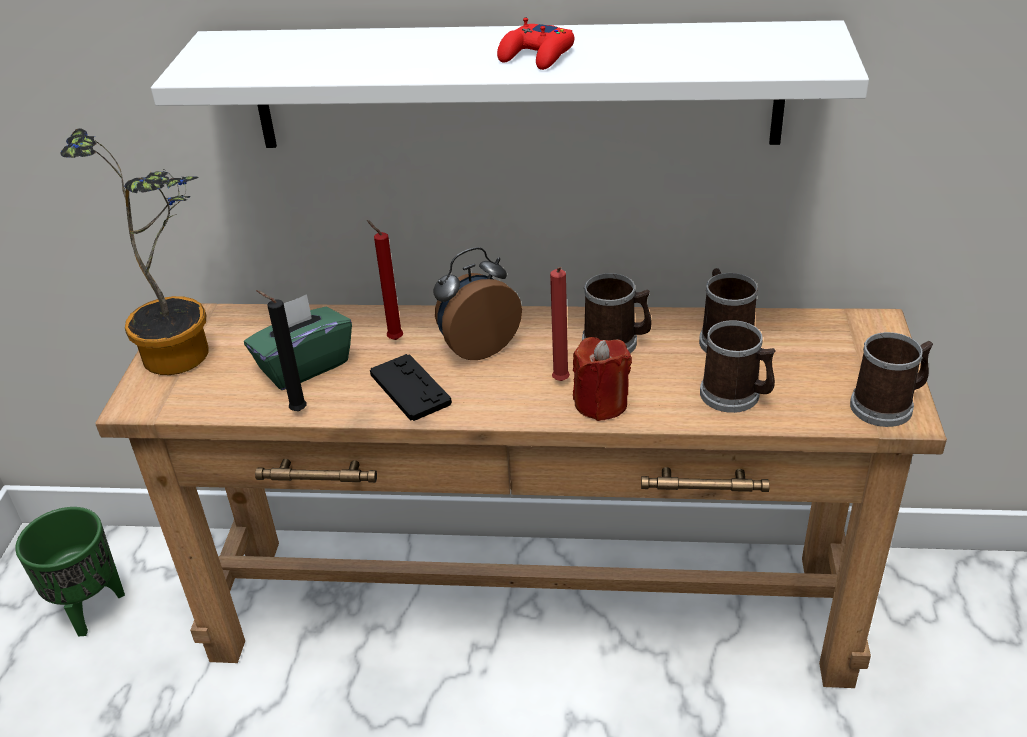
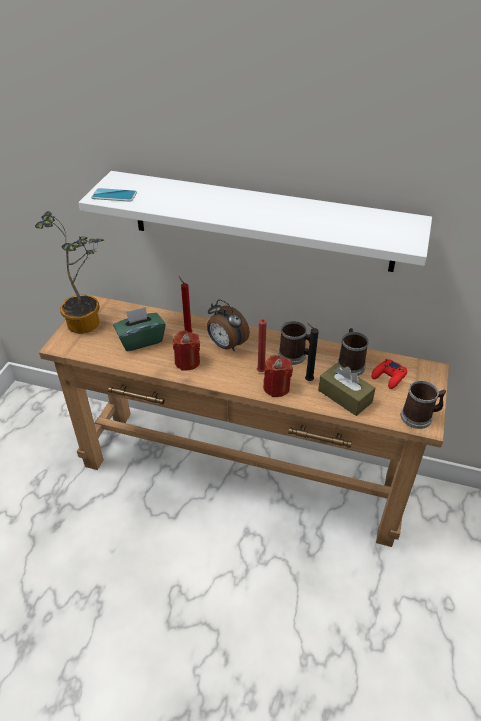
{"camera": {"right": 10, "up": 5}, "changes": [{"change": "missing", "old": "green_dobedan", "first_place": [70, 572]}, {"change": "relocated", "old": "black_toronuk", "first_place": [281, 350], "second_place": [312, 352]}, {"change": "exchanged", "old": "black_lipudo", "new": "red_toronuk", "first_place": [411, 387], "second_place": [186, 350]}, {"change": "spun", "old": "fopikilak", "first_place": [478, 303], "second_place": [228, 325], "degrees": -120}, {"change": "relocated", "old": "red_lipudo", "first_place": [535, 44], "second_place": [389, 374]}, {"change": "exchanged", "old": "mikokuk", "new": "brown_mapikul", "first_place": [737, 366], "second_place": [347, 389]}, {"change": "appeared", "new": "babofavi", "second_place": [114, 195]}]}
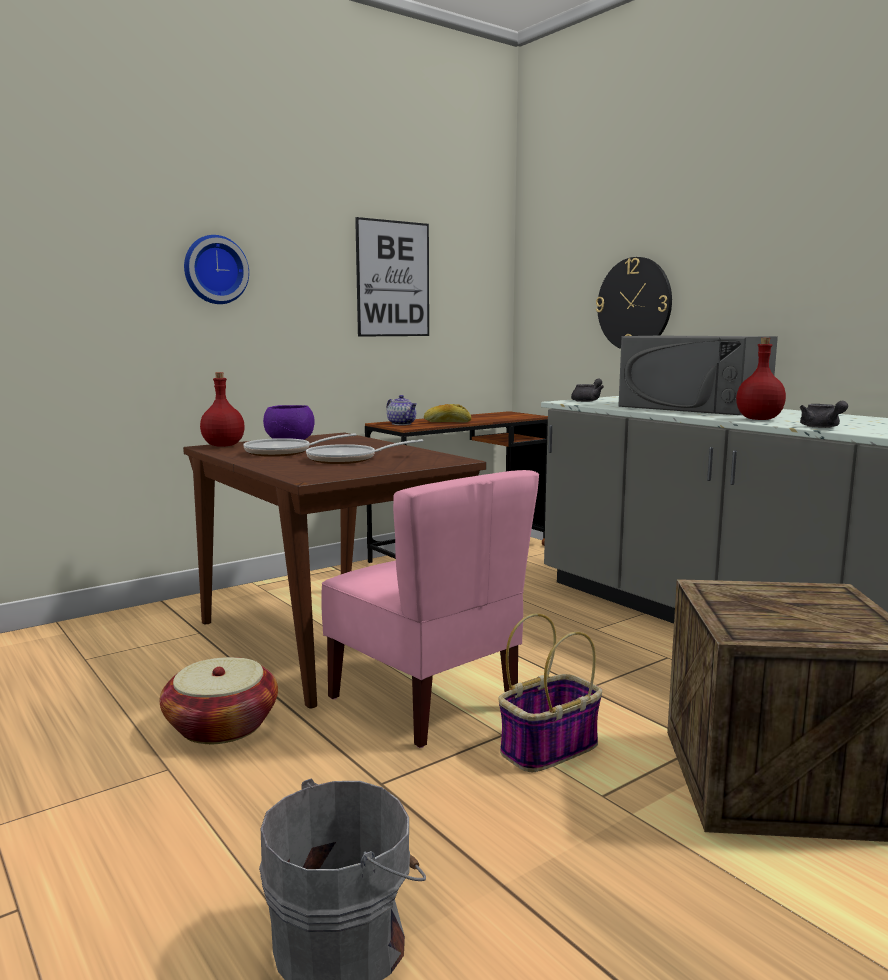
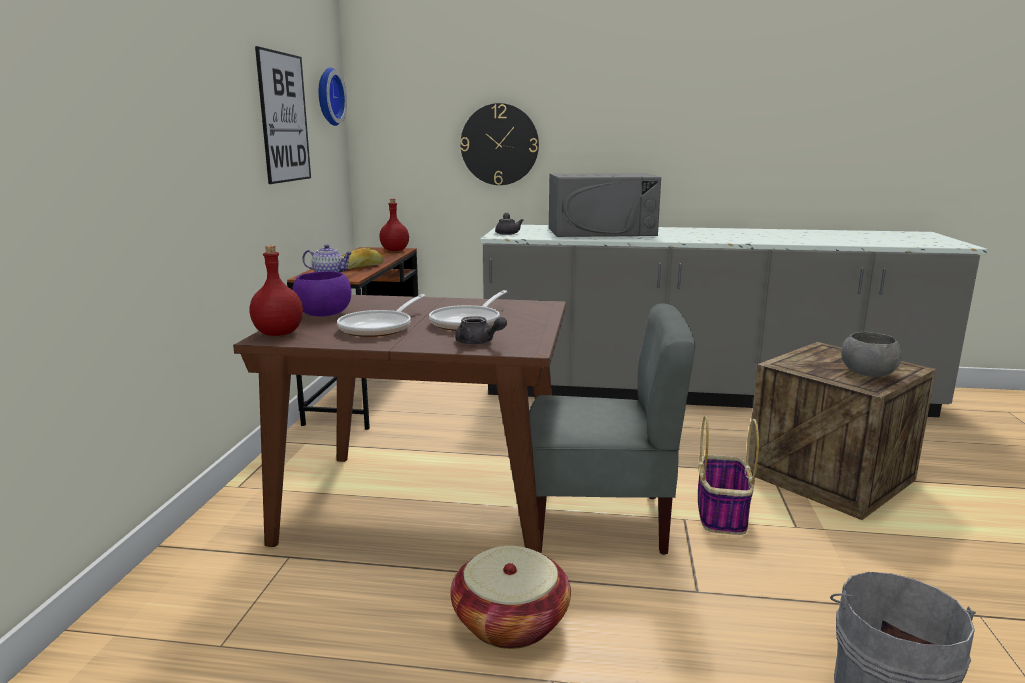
{"camera": {"right": -45, "up": 5}, "changes": [{"change": "relocated", "old": "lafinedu", "first_place": [216, 269], "second_place": [333, 96]}, {"change": "colour", "old": "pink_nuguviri", "new": "grey_nuguviri", "first_place": [430, 609], "second_place": [612, 429]}, {"change": "relocated", "old": "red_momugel", "first_place": [761, 379], "second_place": [394, 225]}, {"change": "relocated", "old": "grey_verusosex", "first_place": [824, 414], "second_place": [481, 330]}, {"change": "appeared", "new": "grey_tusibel", "second_place": [871, 354]}]}
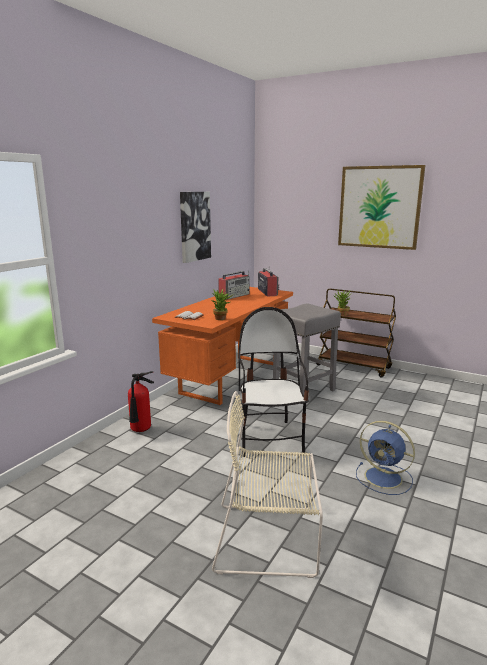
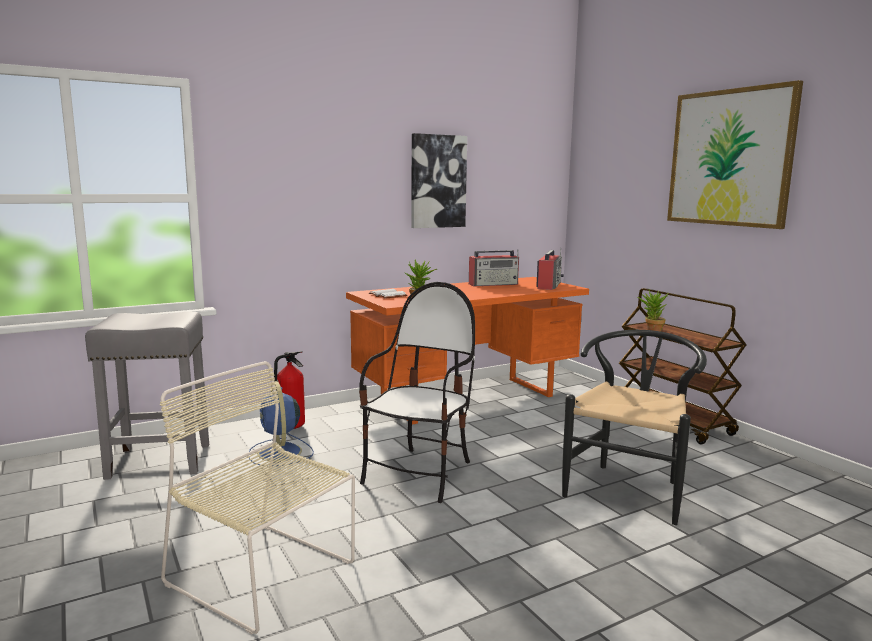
{"camera": {"right": 30, "up": -5}, "changes": [{"change": "relocated", "old": "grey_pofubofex", "first_place": [307, 354], "second_place": [147, 396]}, {"change": "relocated", "old": "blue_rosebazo", "first_place": [385, 458], "second_place": [281, 423]}, {"change": "appeared", "new": "black_nuguviri", "second_place": [634, 427]}]}
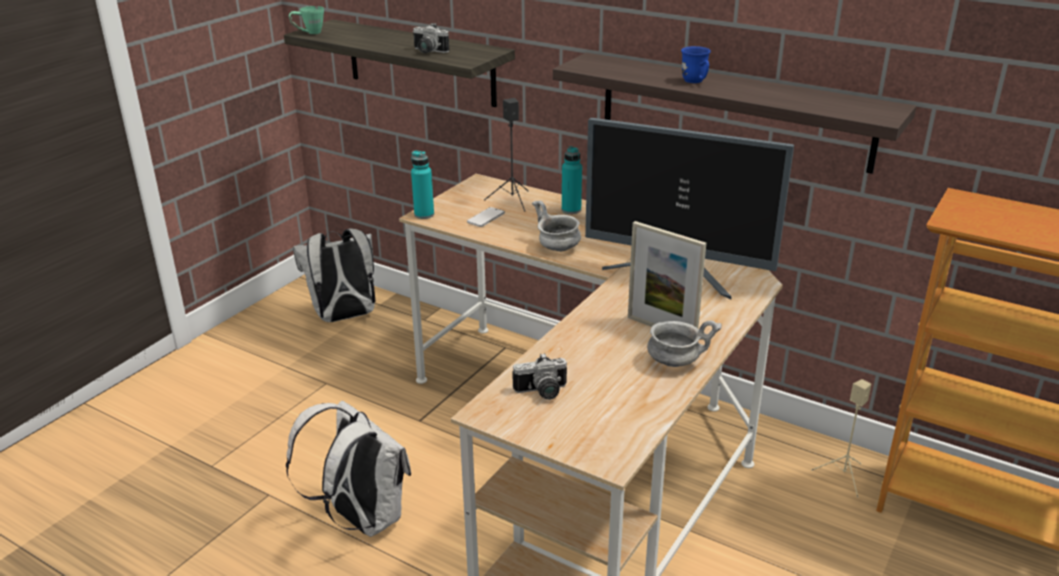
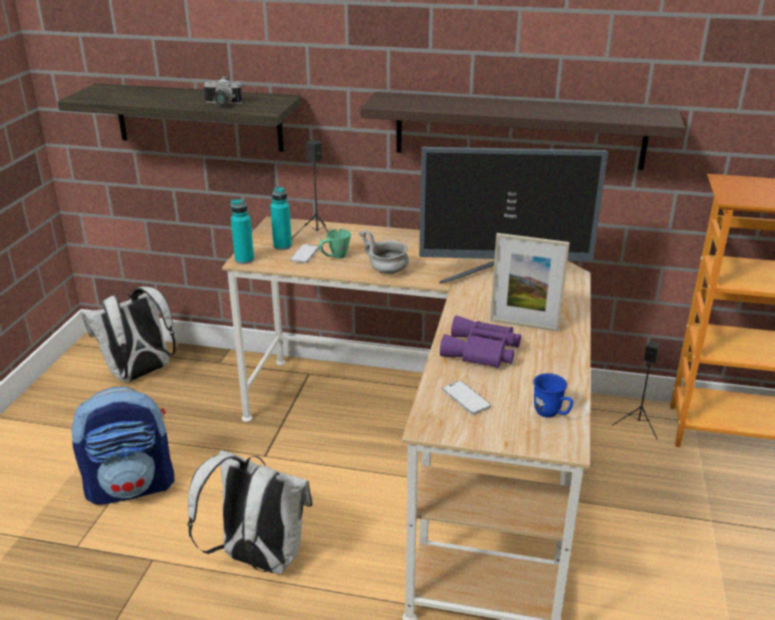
{"camera": {"right": -20, "up": 0}, "changes": [{"change": "relocated", "old": "green_mikokuk", "first_place": [306, 20], "second_place": [335, 244]}, {"change": "exchanged", "old": "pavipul", "new": "babofavi", "first_place": [539, 376], "second_place": [467, 397]}, {"change": "relocated", "old": "turquoise_momugel", "first_place": [572, 180], "second_place": [281, 218]}, {"change": "missing", "old": "grey_tusibel", "first_place": [684, 343]}, {"change": "relocated", "old": "blue_mikokuk", "first_place": [696, 64], "second_place": [553, 395]}, {"change": "colour", "old": "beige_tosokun", "new": "black_tosokun", "first_place": [841, 438], "second_place": [635, 390]}, {"change": "appeared", "new": "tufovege", "second_place": [122, 446]}, {"change": "appeared", "new": "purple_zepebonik", "second_place": [480, 342]}]}
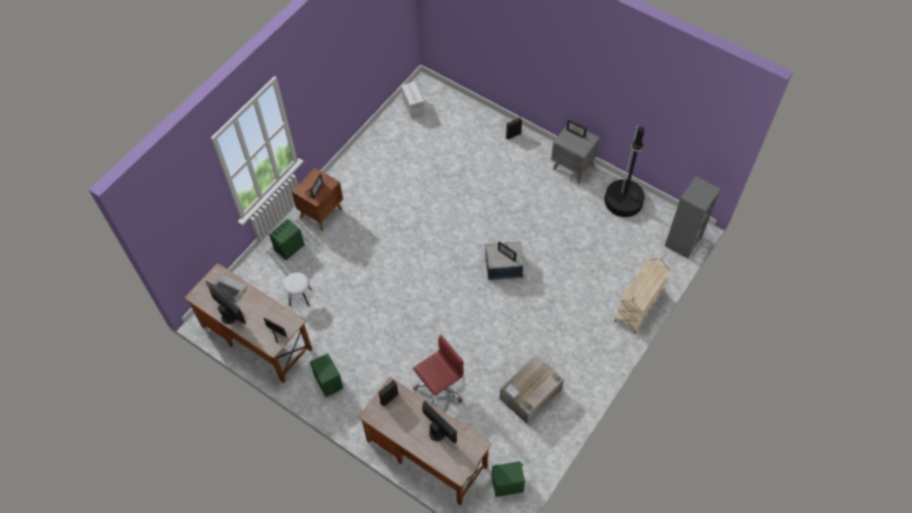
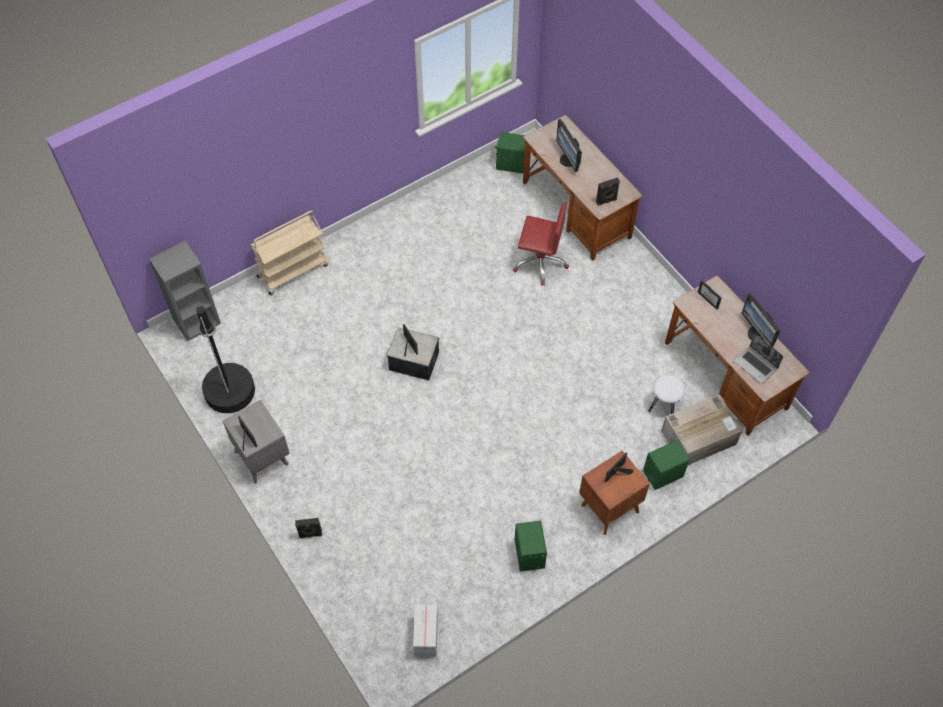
{"camera": {"right": -160, "up": 0}, "changes": [{"change": "relocated", "old": "green_tosokun", "first_place": [326, 375], "second_place": [531, 546]}, {"change": "spun", "old": "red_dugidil", "first_place": [438, 370], "second_place": [541, 244], "degrees": -150}, {"change": "relocated", "old": "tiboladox", "first_place": [532, 389], "second_place": [702, 429]}]}
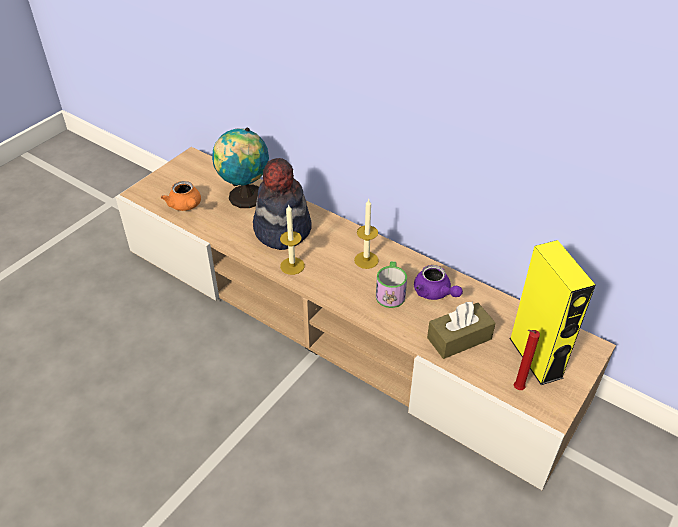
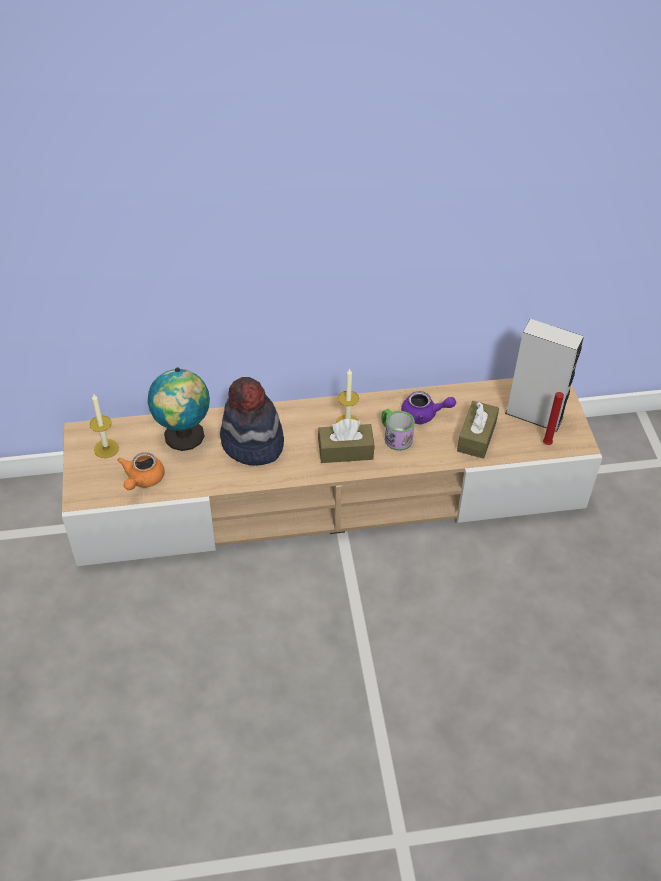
{"camera": {"right": -45, "up": 5}, "changes": [{"change": "spun", "old": "orange_verusosex", "first_place": [181, 196], "second_place": [141, 471], "degrees": 90}, {"change": "relocated", "old": "toronuk", "first_place": [292, 239], "second_place": [104, 426]}, {"change": "colour", "old": "yellow_tosokun", "new": "grey_tosokun", "first_place": [552, 312], "second_place": [544, 375]}, {"change": "appeared", "new": "brown_mapikul", "second_place": [346, 441]}]}
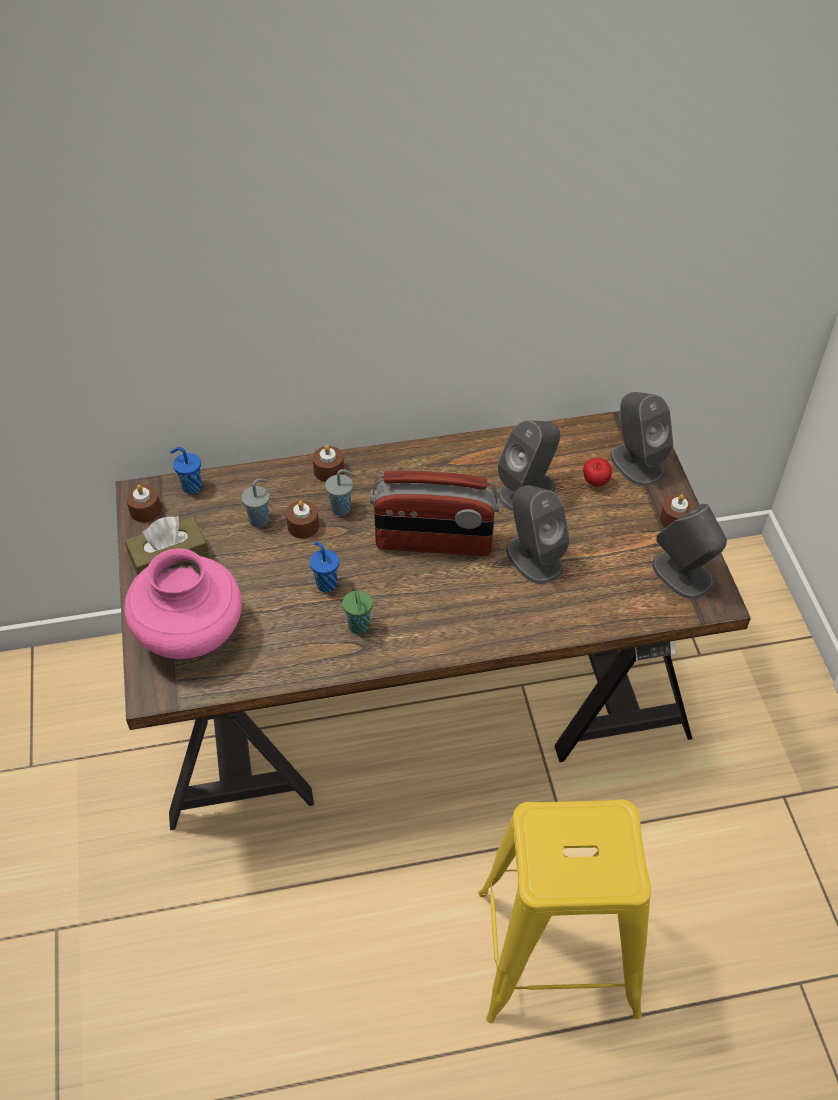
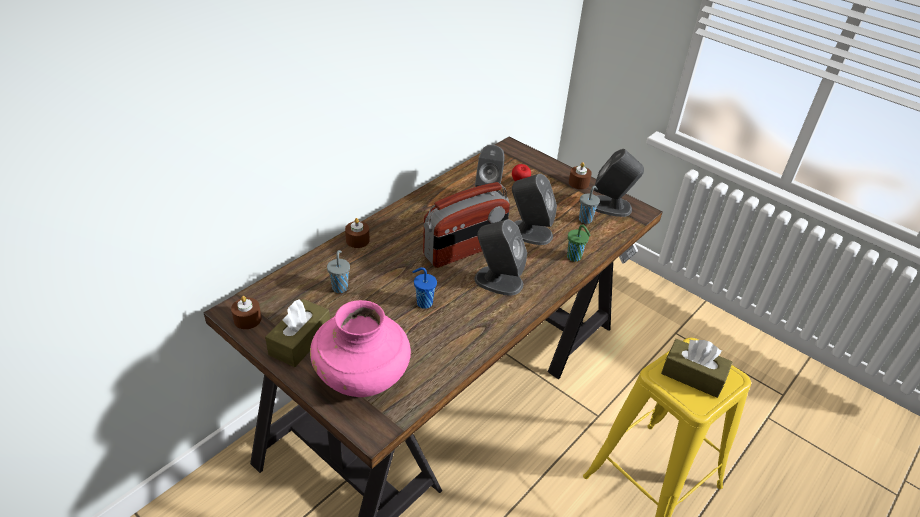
{"camera": {"right": -40, "up": -10}, "changes": [{"change": "missing", "old": "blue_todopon", "first_place": [185, 470]}, {"change": "missing", "old": "brown_toronuk", "first_place": [302, 520]}, {"change": "relocated", "old": "grey_todopon", "first_place": [340, 492], "second_place": [589, 205]}, {"change": "relocated", "old": "green_todopon", "first_place": [357, 612], "second_place": [579, 243]}, {"change": "relocated", "old": "grey_tosokun", "first_place": [641, 439], "second_place": [500, 257]}, {"change": "appeared", "new": "brown_mapikul", "second_place": [696, 368]}]}
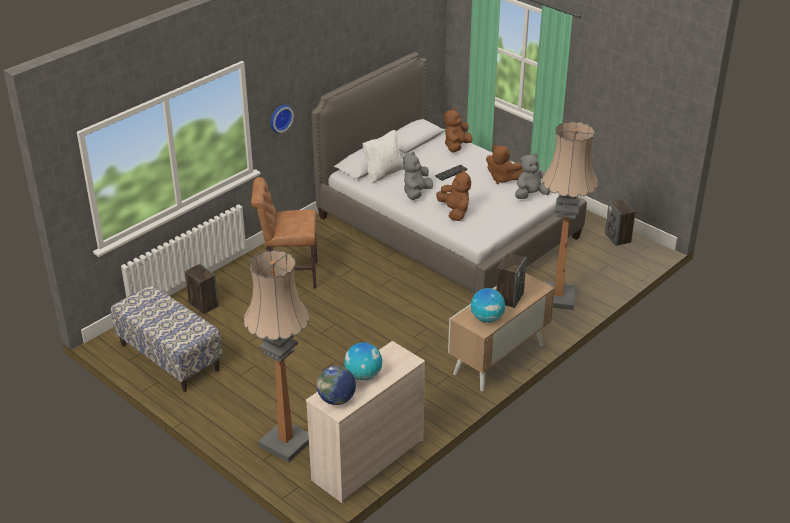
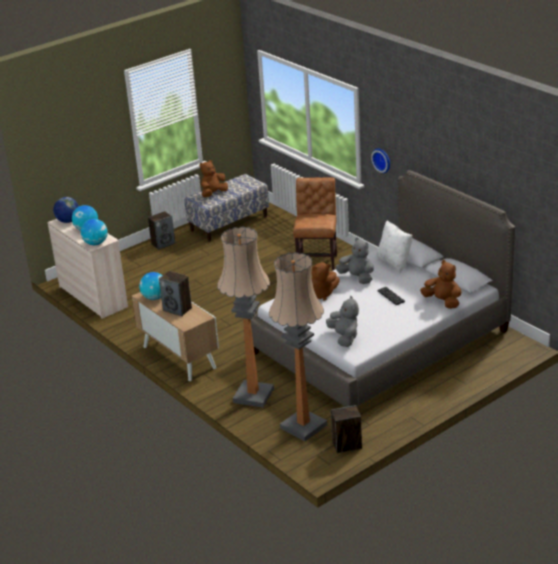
{"camera": {"right": 100, "up": -5}, "changes": [{"change": "relocated", "old": "tosokun", "first_place": [202, 289], "second_place": [161, 230]}, {"change": "relocated", "old": "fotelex", "first_place": [276, 356], "second_place": [298, 346]}, {"change": "relocated", "old": "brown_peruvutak", "first_place": [504, 164], "second_place": [213, 178]}, {"change": "appeared", "new": "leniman", "second_place": [94, 232]}]}
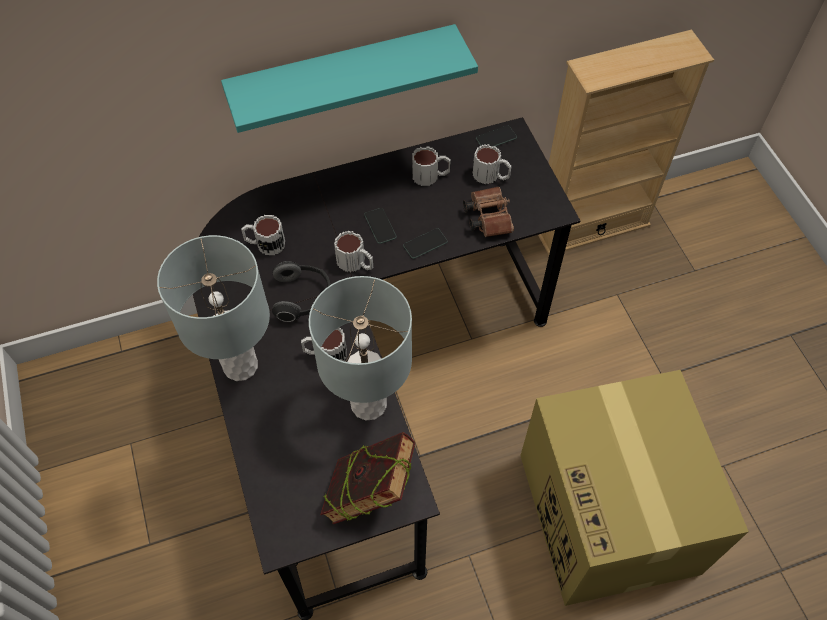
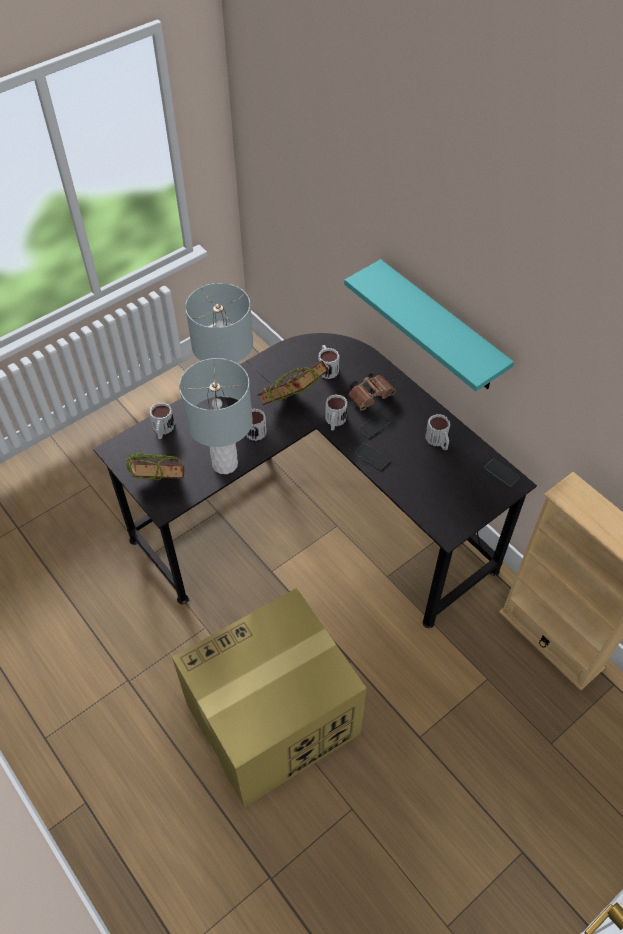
{"camera": {"right": 70, "up": -5}, "changes": [{"change": "exchanged", "old": "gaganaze", "new": "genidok", "first_place": [301, 291], "second_place": [292, 383]}, {"change": "relocated", "old": "brown_zepebonik", "first_place": [488, 212], "second_place": [372, 392]}, {"change": "relocated", "old": "mikokuk", "first_place": [492, 164], "second_place": [162, 421]}]}
